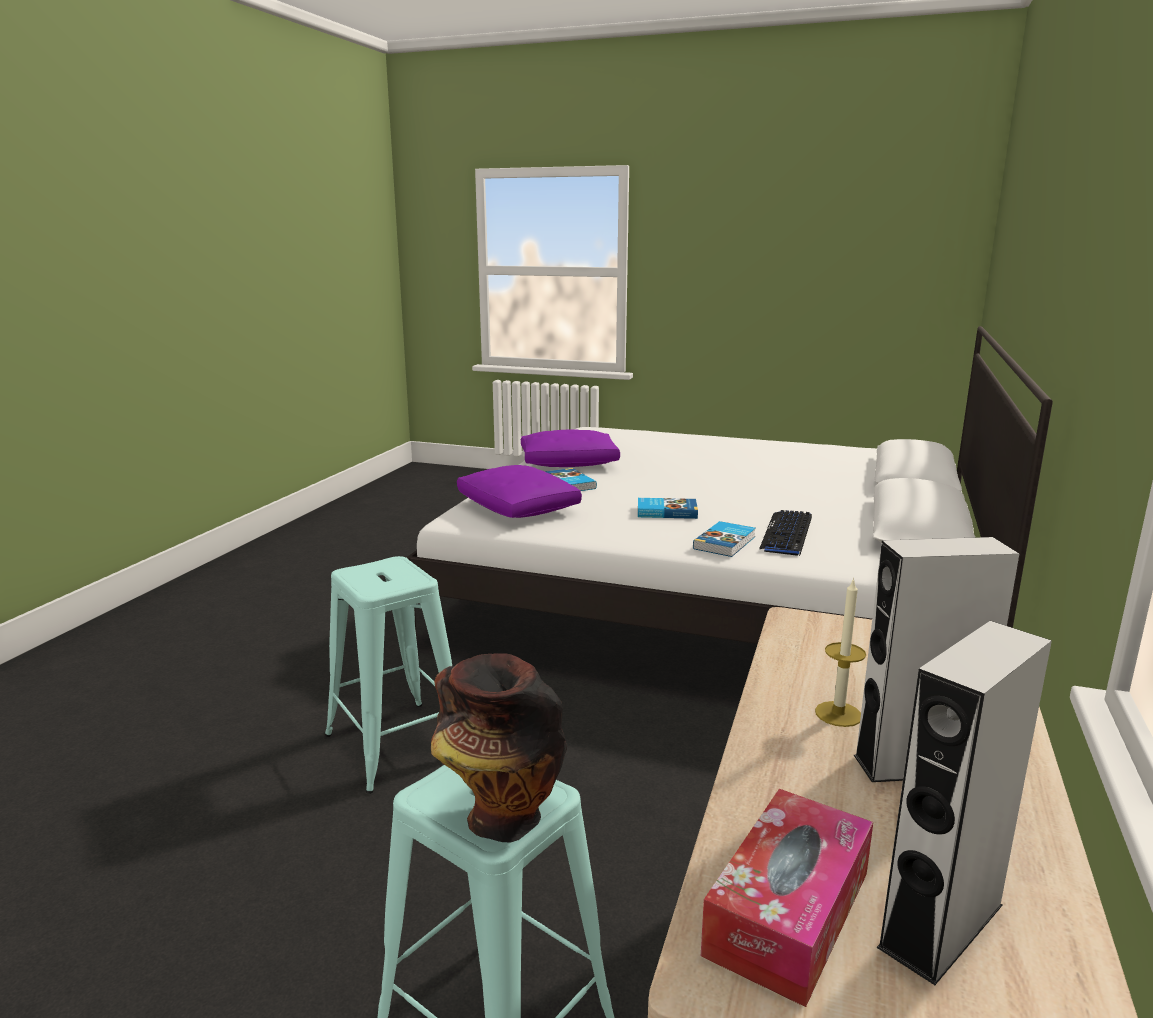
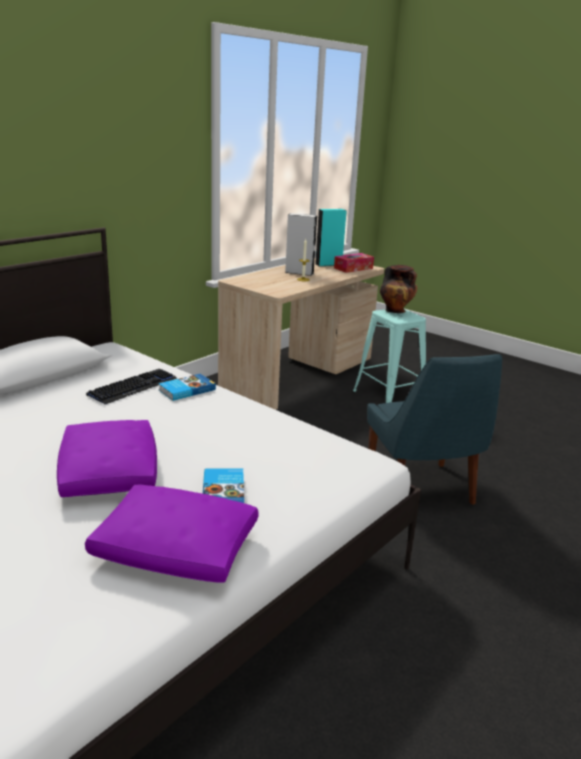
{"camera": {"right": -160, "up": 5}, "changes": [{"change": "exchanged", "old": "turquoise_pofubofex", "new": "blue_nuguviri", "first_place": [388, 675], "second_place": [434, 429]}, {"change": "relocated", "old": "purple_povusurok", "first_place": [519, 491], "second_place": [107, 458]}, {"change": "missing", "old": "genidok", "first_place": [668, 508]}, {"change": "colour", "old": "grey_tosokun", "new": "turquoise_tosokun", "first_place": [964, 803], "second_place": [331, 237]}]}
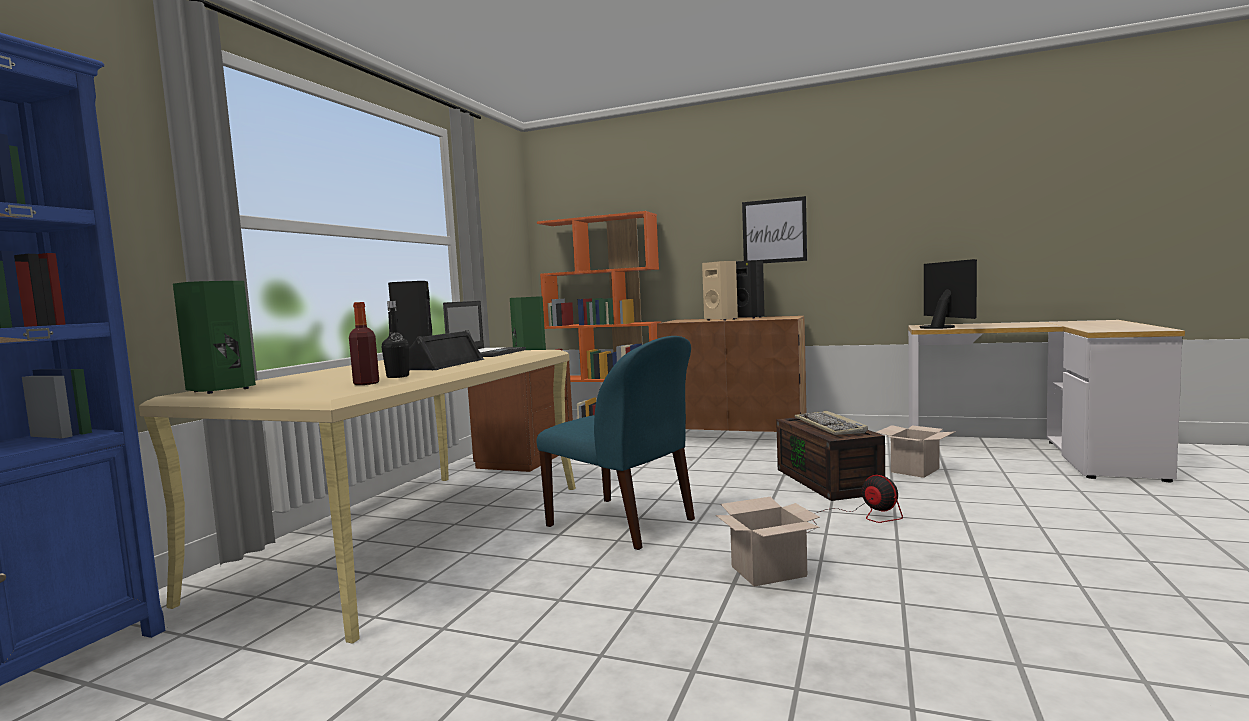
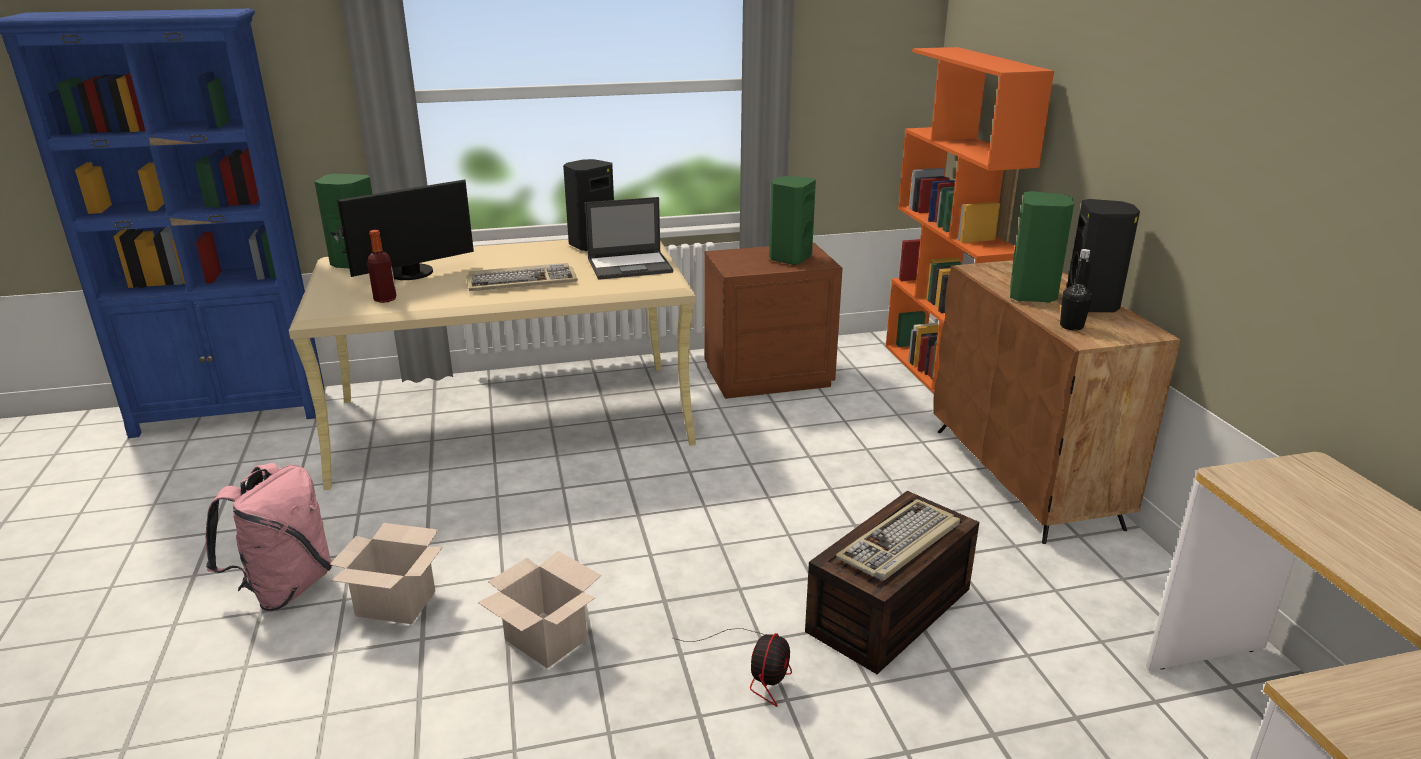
{"camera": {"right": 55, "up": 20}, "changes": [{"change": "relocated", "old": "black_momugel", "first_place": [395, 339], "second_place": [1076, 290]}, {"change": "exchanged", "old": "black_tosokun", "new": "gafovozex", "first_place": [446, 350], "second_place": [522, 277]}, {"change": "missing", "old": "blue_nuguviri", "first_place": [615, 443]}, {"change": "colour", "old": "beige_tosokun", "new": "green_tosokun", "first_place": [720, 291], "second_place": [1042, 247]}, {"change": "missing", "old": "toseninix", "first_place": [774, 229]}, {"change": "relocated", "old": "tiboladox", "first_place": [916, 451], "second_place": [386, 573]}, {"change": "relocated", "old": "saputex", "first_place": [948, 294], "second_place": [405, 230]}, {"change": "appeared", "new": "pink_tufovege", "second_place": [269, 537]}]}
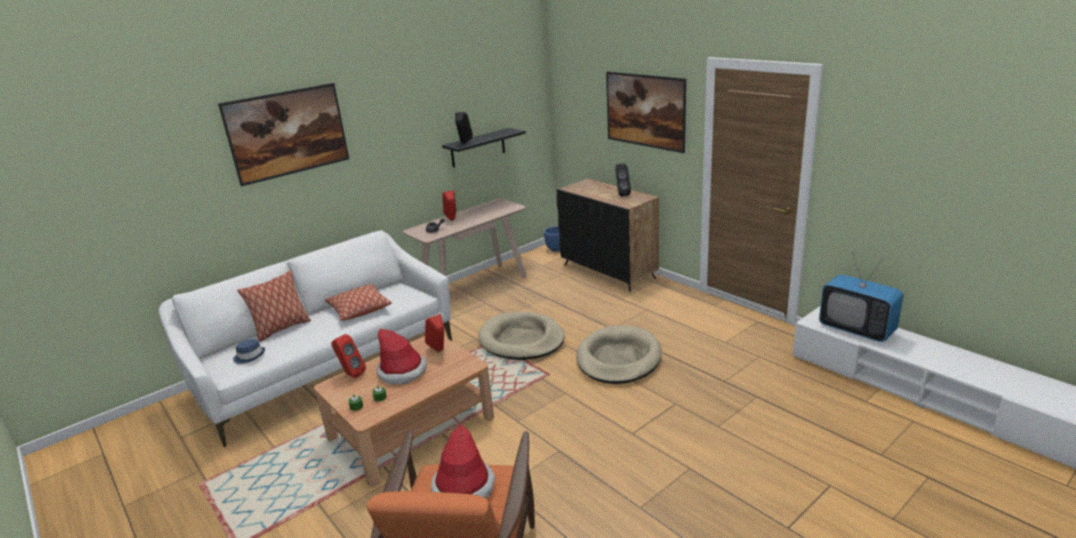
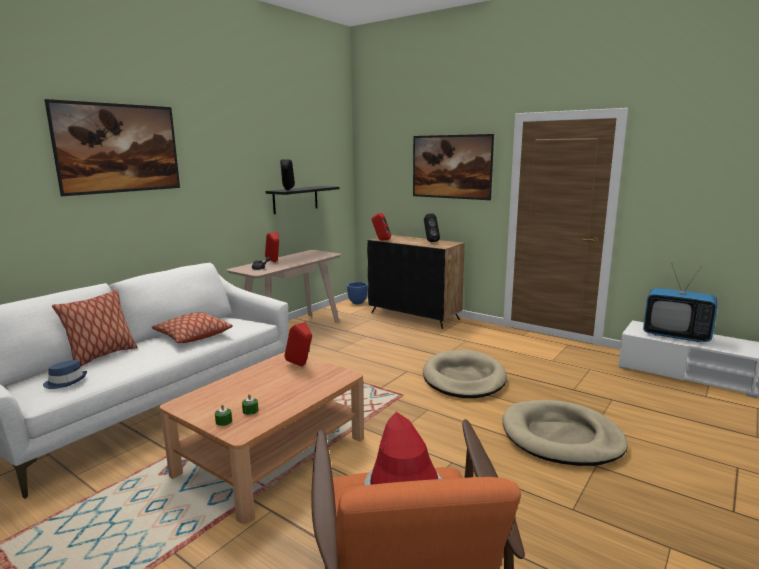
{"camera": {"right": -15, "up": -10}, "changes": [{"change": "relocated", "old": "red_tosokun", "first_place": [348, 356], "second_place": [381, 227]}, {"change": "missing", "old": "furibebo", "first_place": [402, 356]}, {"change": "relocated", "old": "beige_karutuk", "first_place": [521, 336], "second_place": [565, 433]}]}
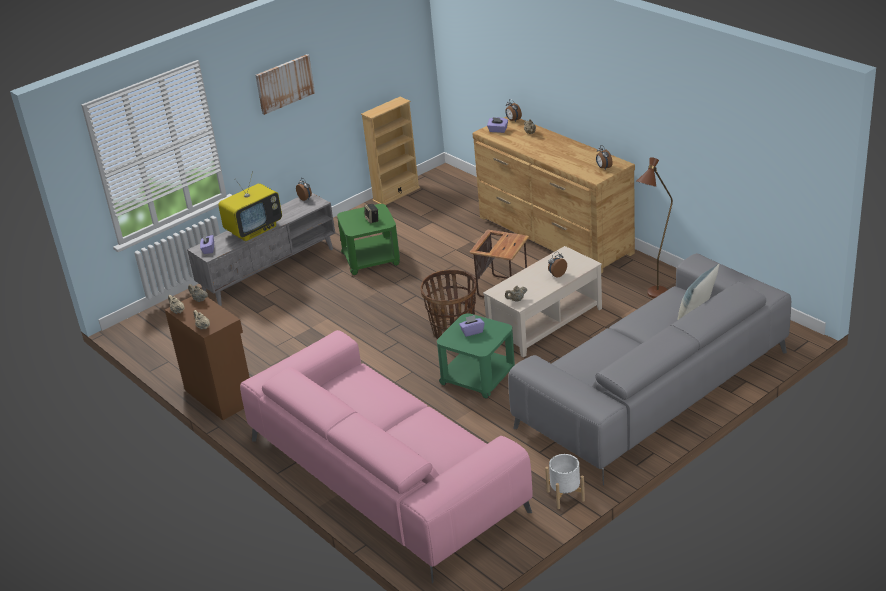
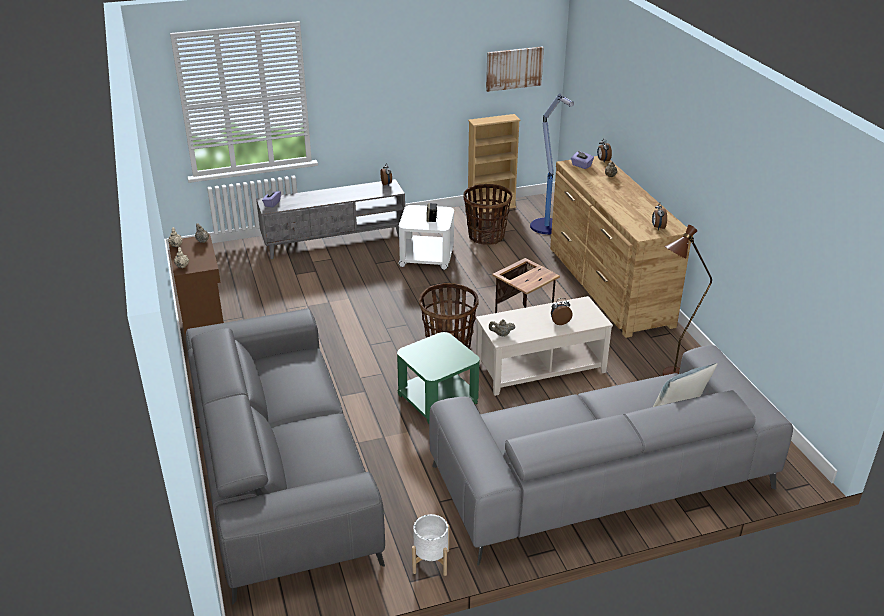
{"camera": {"right": 20, "up": 0}, "changes": [{"change": "missing", "old": "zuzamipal", "first_place": [250, 206]}, {"change": "colour", "old": "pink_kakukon", "new": "grey_kakukon", "first_place": [386, 456], "second_place": [285, 456]}, {"change": "relocated", "old": "toseninix", "first_place": [285, 84], "second_place": [515, 69]}, {"change": "colour", "old": "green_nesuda", "new": "white_nesuda", "first_place": [368, 239], "second_place": [426, 237]}, {"change": "missing", "old": "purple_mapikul", "first_place": [472, 326]}, {"change": "appeared", "new": "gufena", "second_place": [487, 214]}, {"change": "appeared", "new": "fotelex", "second_place": [552, 163]}]}
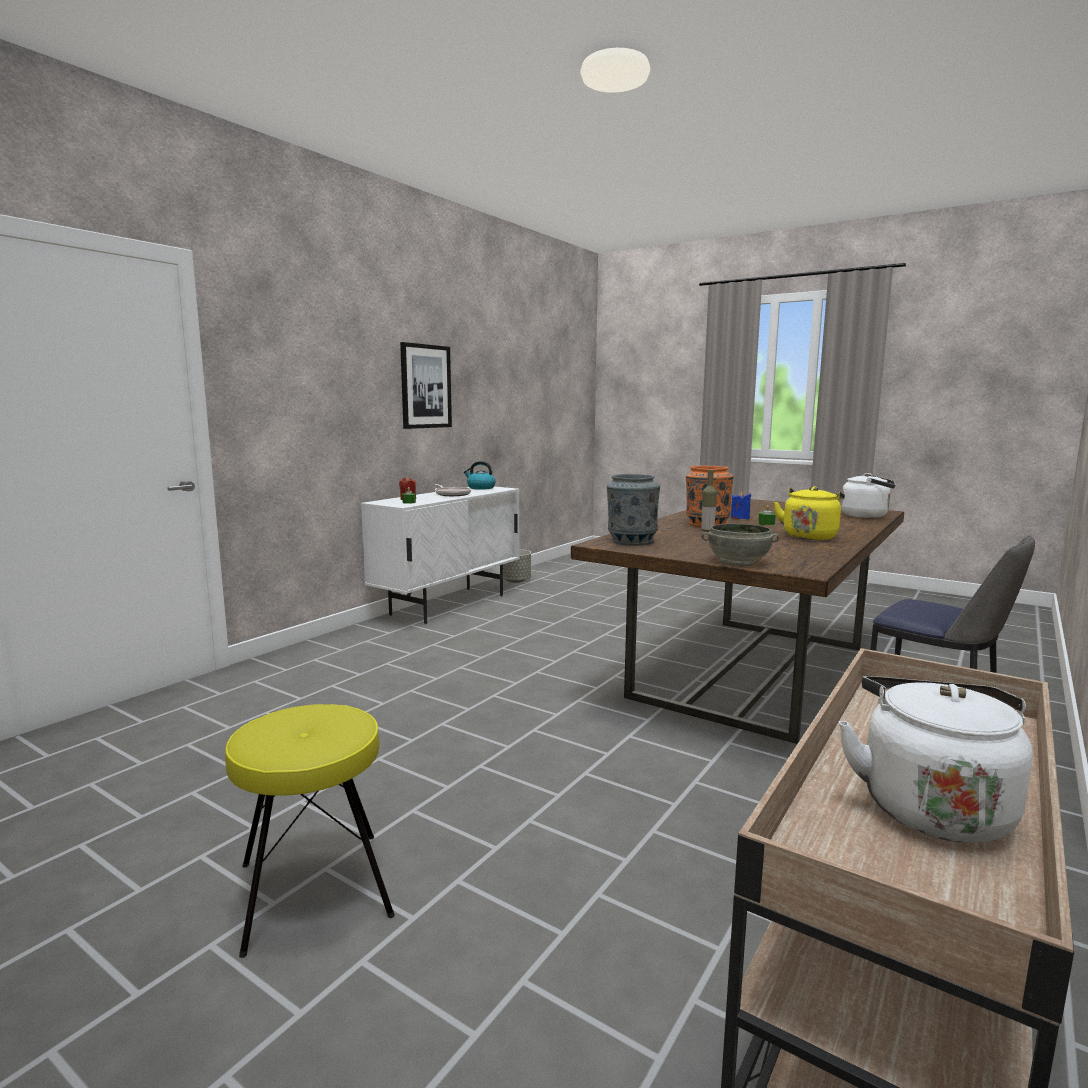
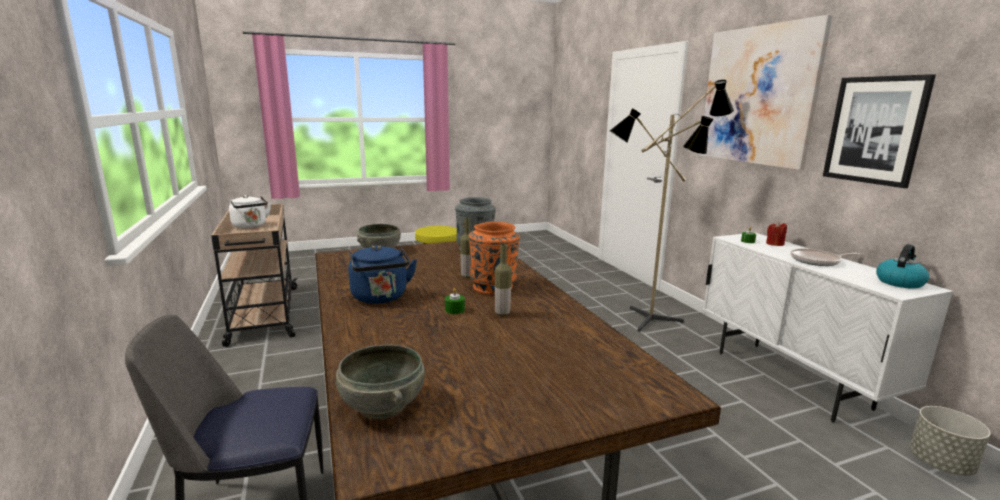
{"camera": {"right": 125, "up": 5}, "changes": [{"change": "exchanged", "old": "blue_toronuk", "new": "momugel", "first_place": [741, 505], "second_place": [503, 280]}, {"change": "colour", "old": "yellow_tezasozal", "new": "blue_tezasozal", "first_place": [809, 513], "second_place": [383, 274]}, {"change": "exchanged", "old": "white_tezasozal", "new": "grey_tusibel", "first_place": [868, 495], "second_place": [380, 382]}, {"change": "appeared", "new": "fotelex", "second_place": [672, 206]}, {"change": "appeared", "new": "toseninix", "second_place": [766, 92]}]}
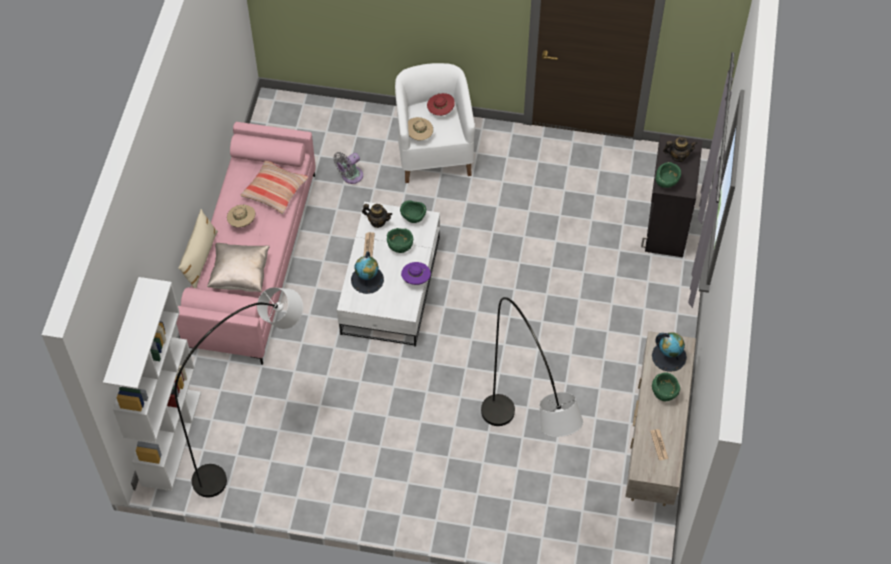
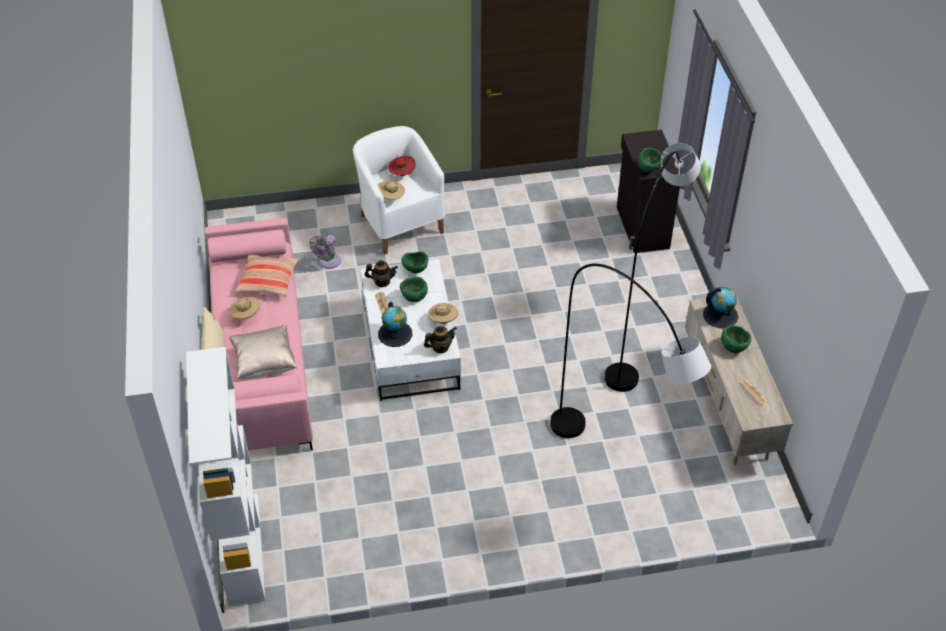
{"camera": {"right": -20, "up": -10}, "changes": [{"change": "relocated", "old": "grey_fotelex", "first_place": [238, 392], "second_place": [652, 267]}, {"change": "colour", "old": "purple_furibebo", "new": "beige_furibebo", "first_place": [416, 273], "second_place": [443, 313]}, {"change": "relocated", "old": "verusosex", "first_place": [680, 149], "second_place": [440, 339]}]}
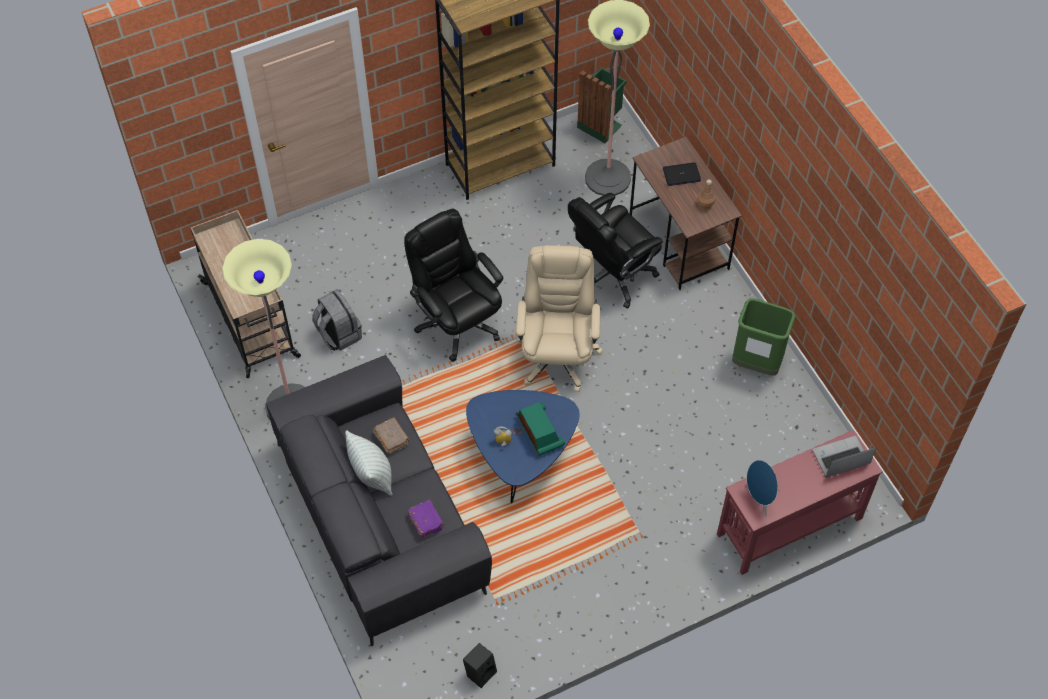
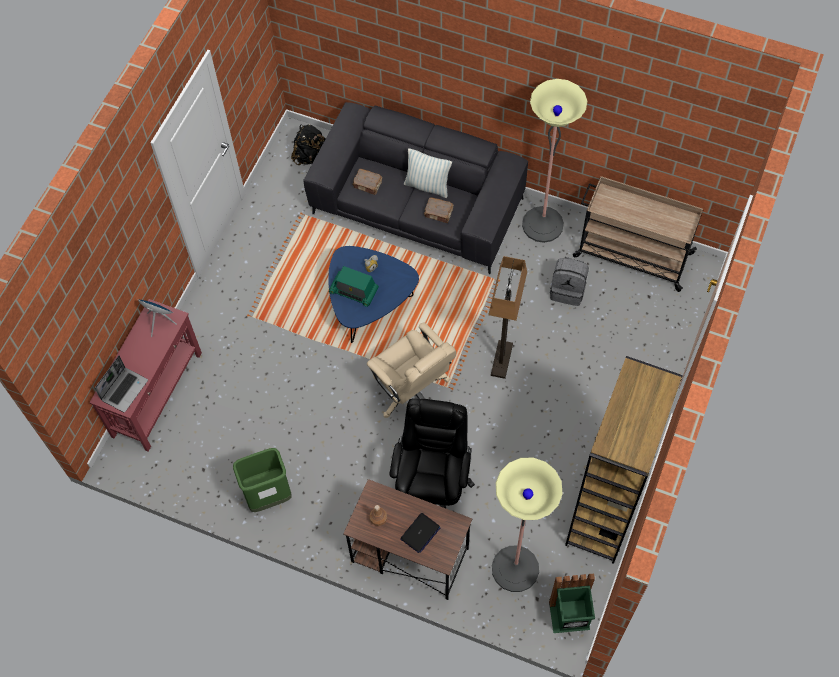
{"camera": {"right": 140, "up": 5}, "changes": [{"change": "exchanged", "old": "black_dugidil", "new": "fotelex", "first_place": [453, 285], "second_place": [507, 317]}, {"change": "colour", "old": "purple_genidok", "new": "brown_genidok", "first_place": [426, 519], "second_place": [367, 182]}, {"change": "missing", "old": "black_tosokun", "first_place": [480, 665]}, {"change": "appeared", "new": "black_tufovege", "second_place": [308, 144]}]}
